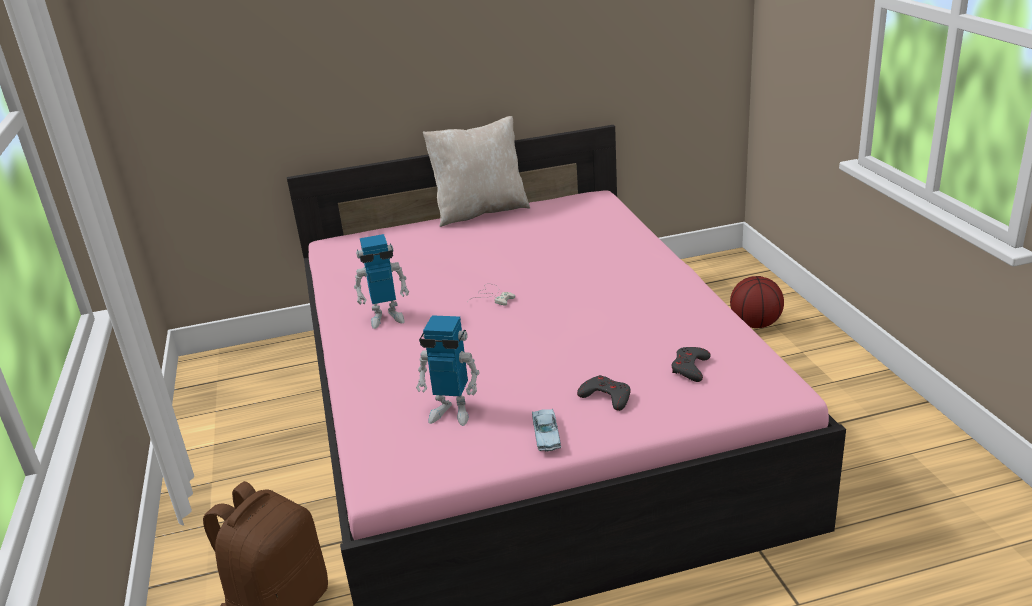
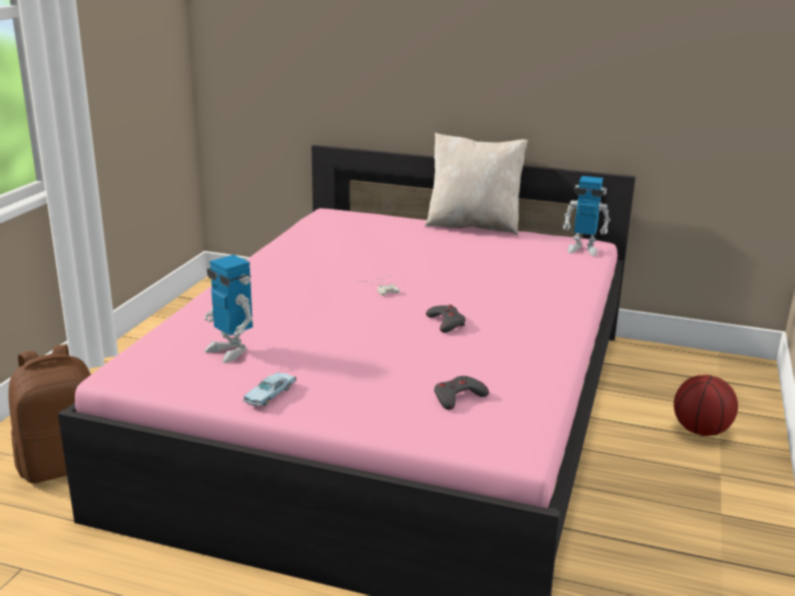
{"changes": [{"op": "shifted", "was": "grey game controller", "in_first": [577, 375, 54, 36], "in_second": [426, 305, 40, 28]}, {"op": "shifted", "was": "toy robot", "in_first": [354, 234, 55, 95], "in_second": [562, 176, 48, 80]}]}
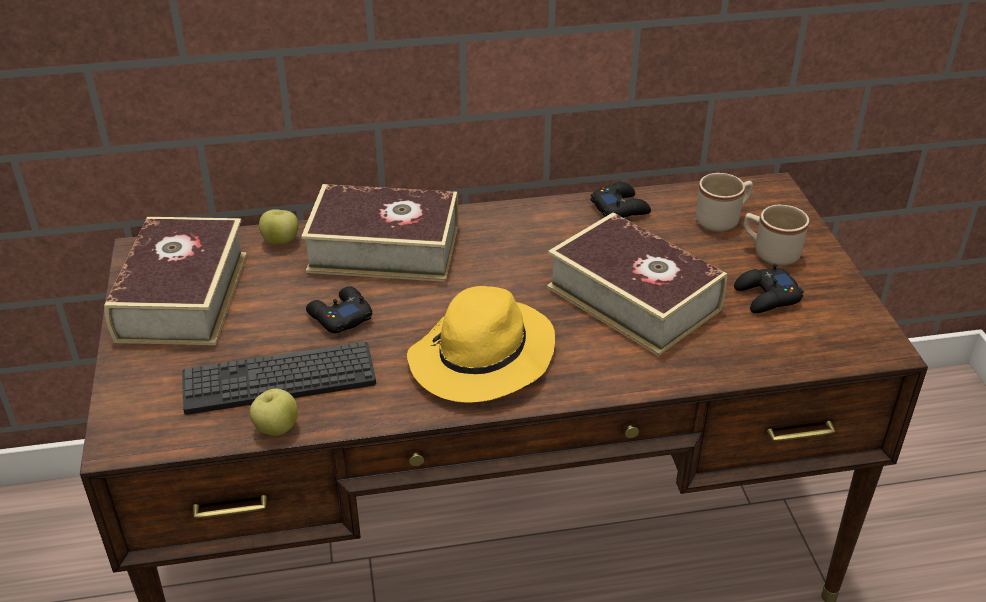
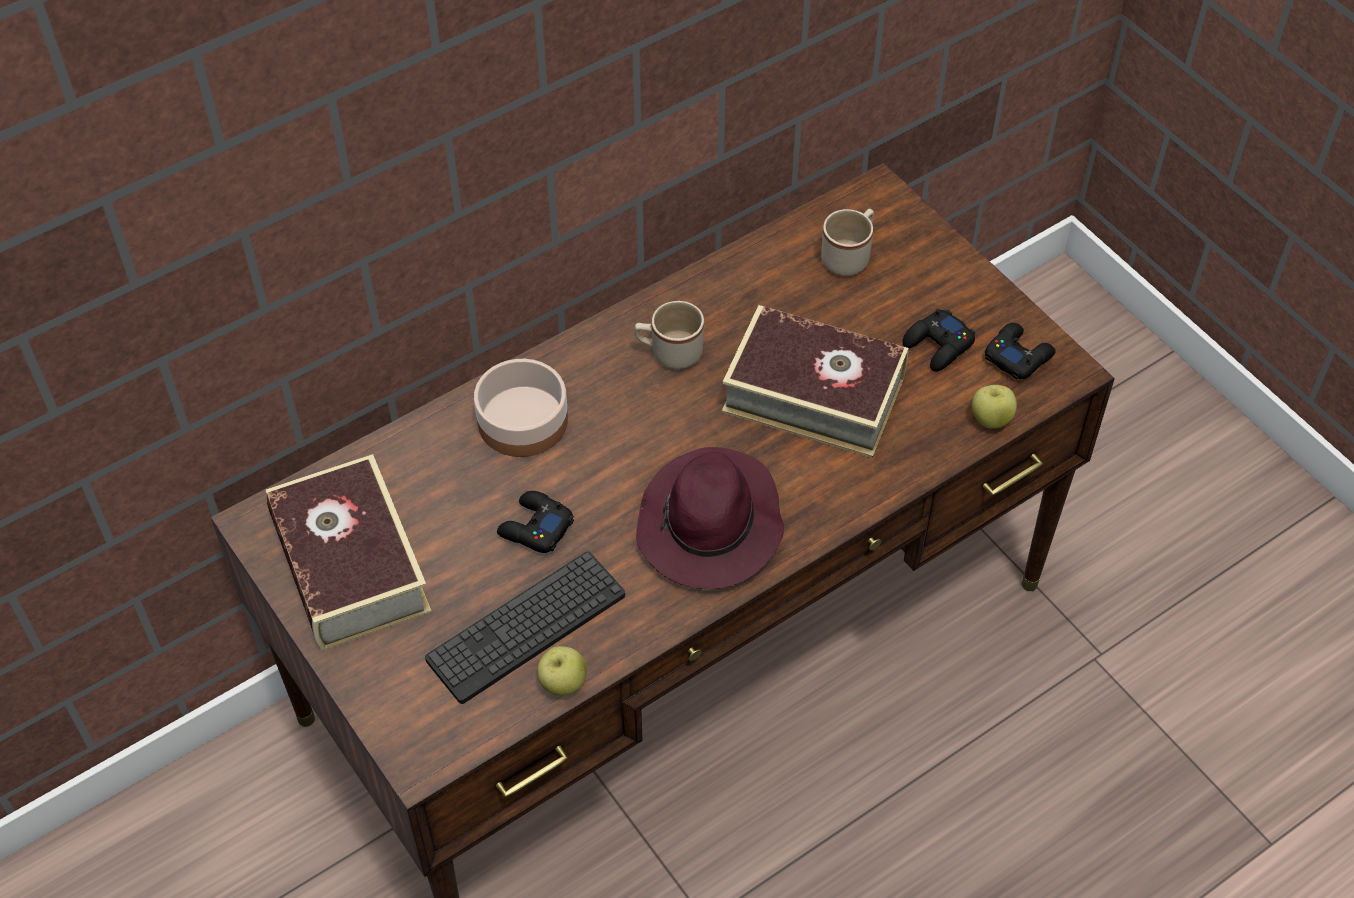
{"changes": [{"op": "swapped", "was": "book", "now": "bowl", "in_first": [301, 184, 157, 98], "in_second": [474, 359, 94, 98]}, {"op": "shifted", "was": "beige mug", "in_first": [744, 205, 65, 61], "in_second": [635, 301, 69, 68]}, {"op": "repainted", "was": "yellow hat", "now": "purple hat", "in_first": [407, 286, 148, 117], "in_second": [636, 447, 148, 142]}, {"op": "shifted", "was": "apple", "in_first": [259, 209, 40, 35], "in_second": [972, 385, 45, 43]}, {"op": "shifted", "was": "black game controller", "in_first": [590, 182, 61, 36], "in_second": [985, 323, 71, 56]}]}
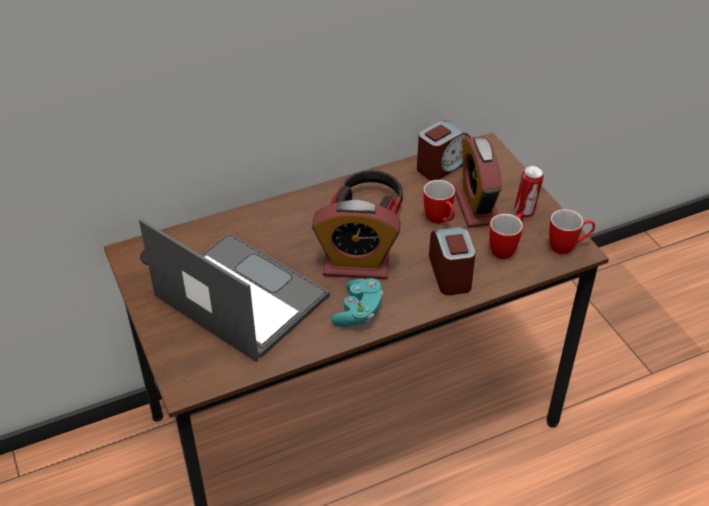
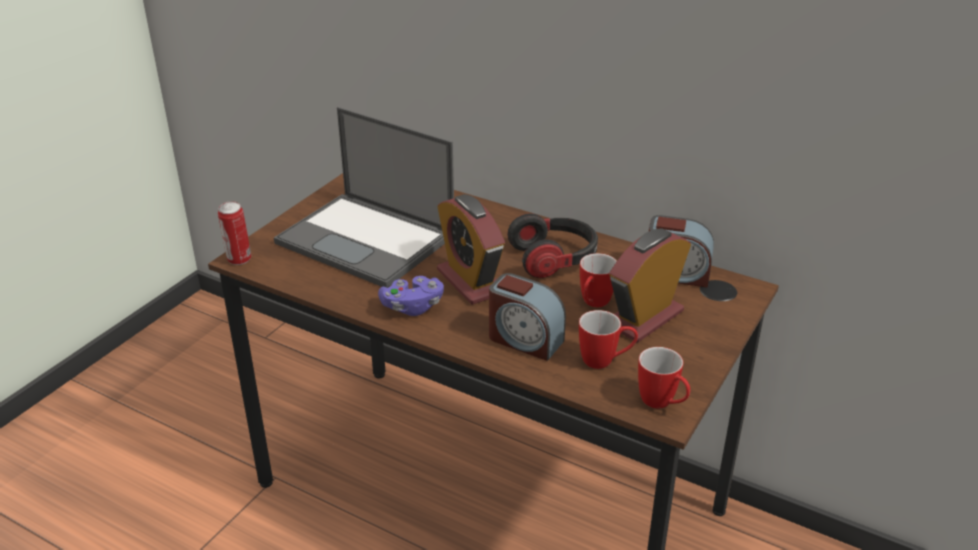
{"changes": [{"op": "shifted", "was": "can", "in_first": [514, 165, 30, 53], "in_second": [218, 201, 33, 64]}, {"op": "rotated", "was": "laptop", "in_first": [139, 218, 191, 144], "in_second": [274, 107, 180, 181], "clockwise": 120}, {"op": "repainted", "was": "turquoise game controller", "now": "purple game controller", "in_first": [331, 278, 52, 49], "in_second": [378, 276, 66, 40]}, {"op": "rotated", "was": "alarm clock", "in_first": [429, 227, 47, 68], "in_second": [489, 273, 77, 88], "clockwise": 75}]}
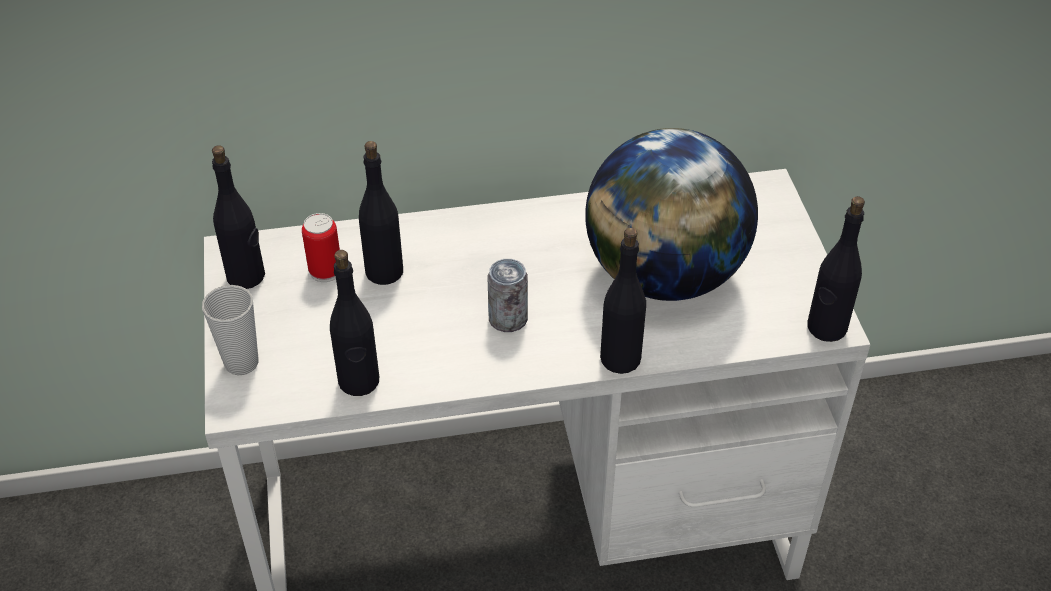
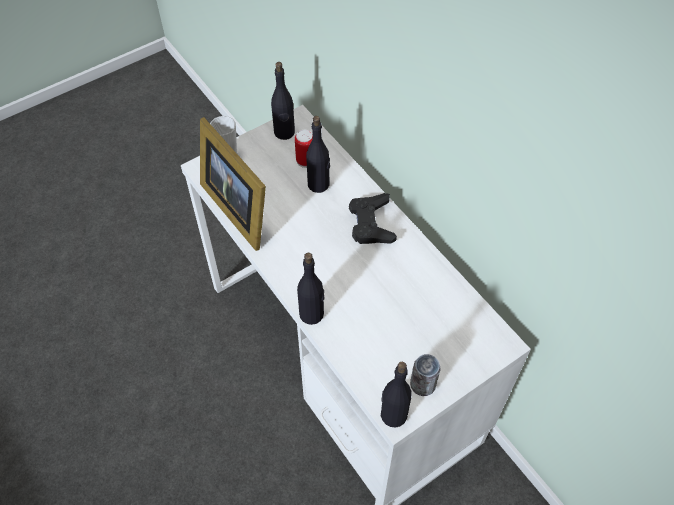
{"changes": [{"op": "swapped", "was": "black bottle", "now": "picture frame", "in_first": [330, 250, 49, 146], "in_second": [200, 117, 66, 134]}, {"op": "new", "now": "black game controller", "in_second": [349, 193, 48, 51]}, {"op": "shifted", "was": "can", "in_first": [488, 259, 40, 73], "in_second": [410, 354, 31, 42]}, {"op": "gone", "was": "globe", "in_first": [585, 128, 173, 173]}]}
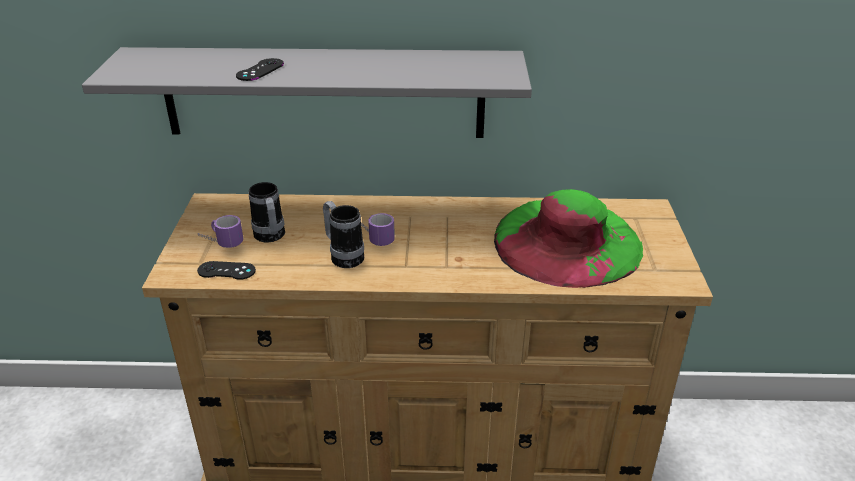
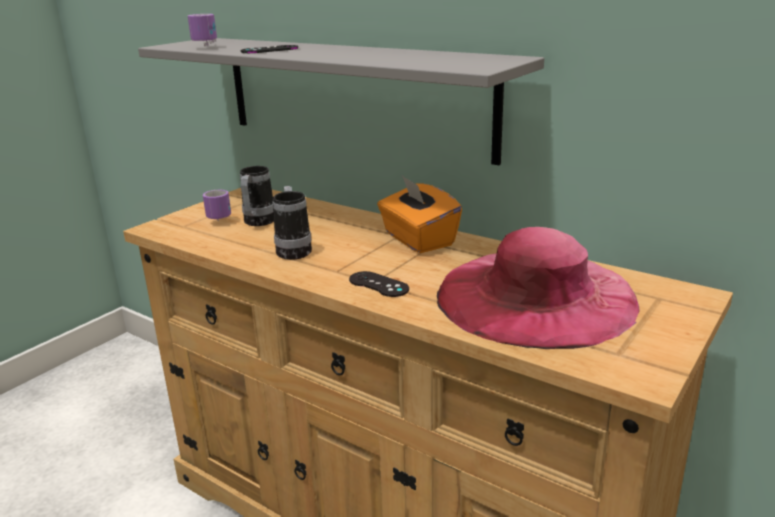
{"changes": [{"op": "shifted", "was": "mug", "in_first": [361, 213, 34, 33], "in_second": [188, 14, 29, 33]}, {"op": "shifted", "was": "black game controller", "in_first": [197, 261, 59, 19], "in_second": [349, 271, 60, 26]}, {"op": "new", "now": "orange tissue box", "in_second": [377, 175, 85, 78]}, {"op": "repainted", "was": "green hat", "now": "pink hat", "in_first": [494, 189, 149, 99], "in_second": [437, 227, 203, 122]}]}
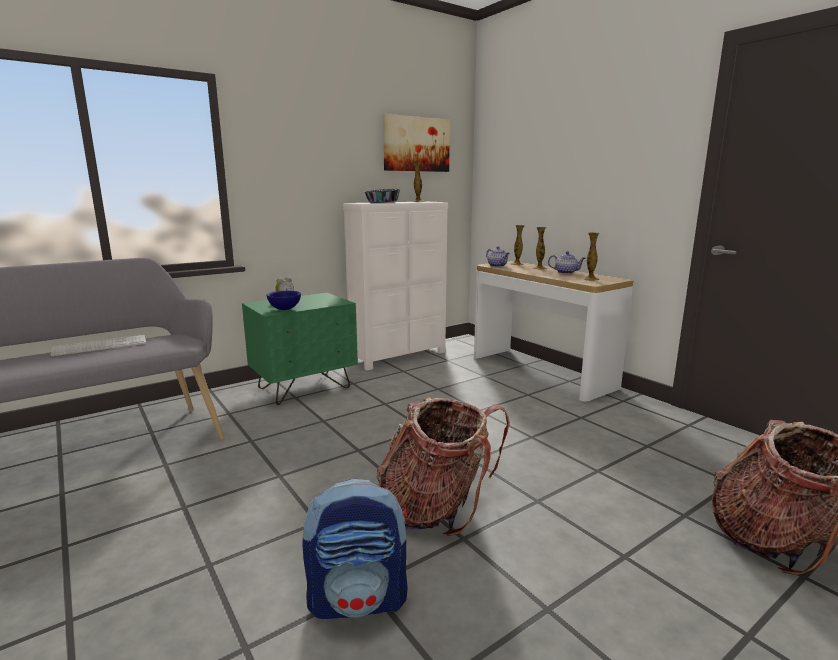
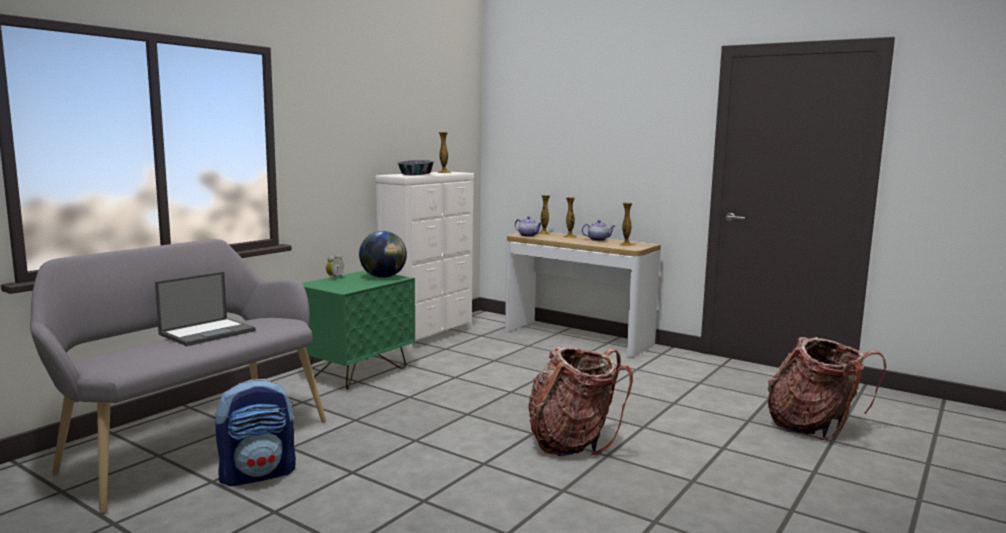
{"changes": [{"op": "swapped", "was": "keyboard", "now": "laptop", "in_first": [51, 335, 95, 21], "in_second": [155, 272, 101, 74]}, {"op": "shifted", "was": "backpack", "in_first": [302, 478, 106, 141], "in_second": [215, 379, 81, 107]}, {"op": "new", "now": "globe", "in_second": [359, 231, 48, 47]}, {"op": "gone", "was": "blue bowl", "in_first": [266, 290, 35, 20]}, {"op": "gone", "was": "picture", "in_first": [383, 114, 67, 58]}]}
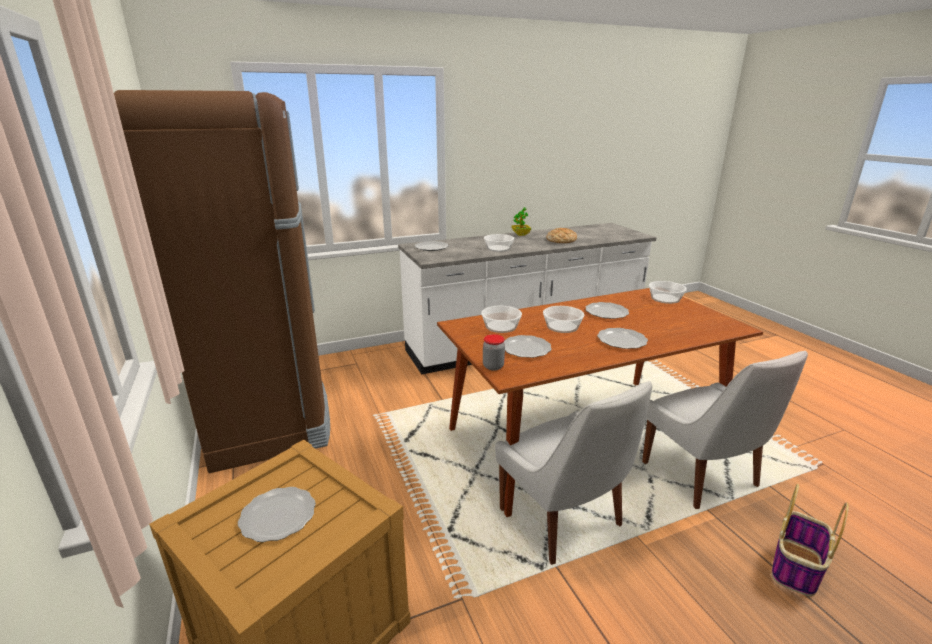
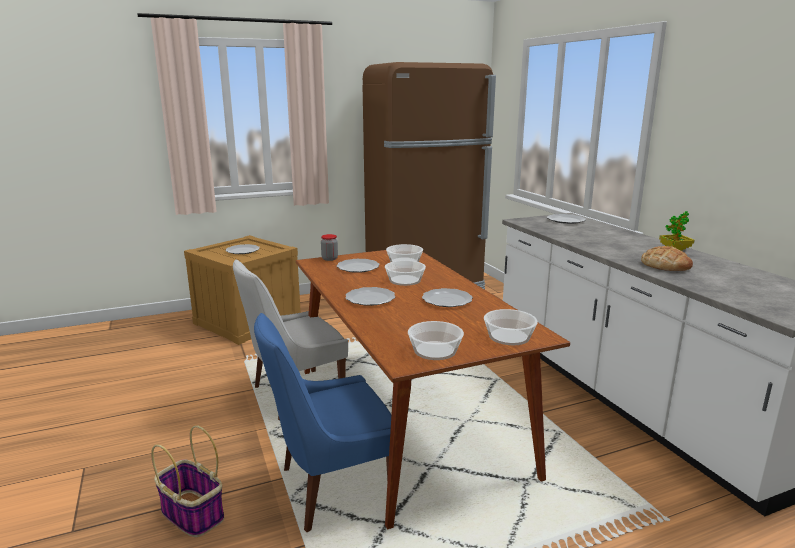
{"changes": [{"op": "repainted", "was": "white chair", "now": "blue chair", "in_first": [642, 351, 166, 158], "in_second": [254, 313, 137, 219]}, {"op": "shifted", "was": "bowl", "in_first": [484, 234, 30, 18], "in_second": [408, 321, 56, 39]}]}
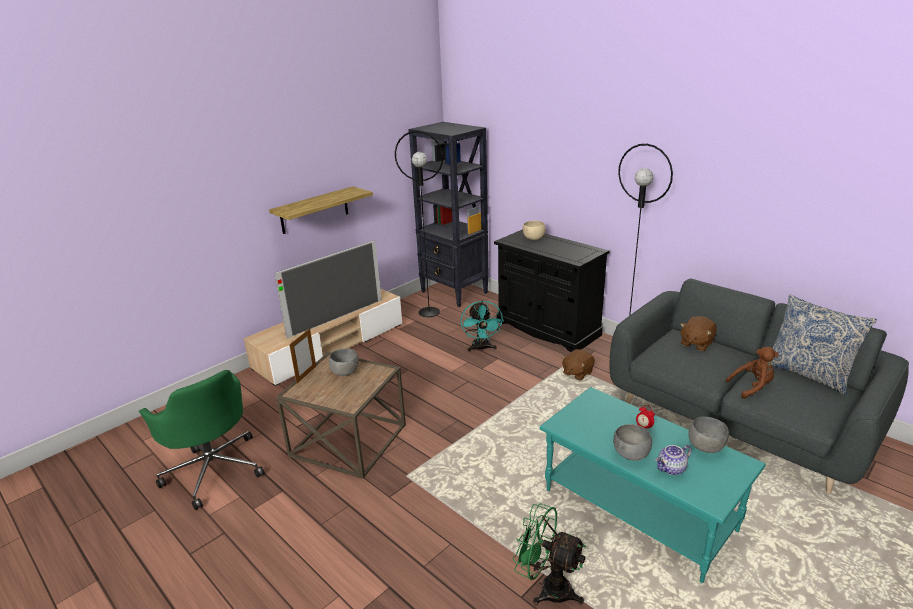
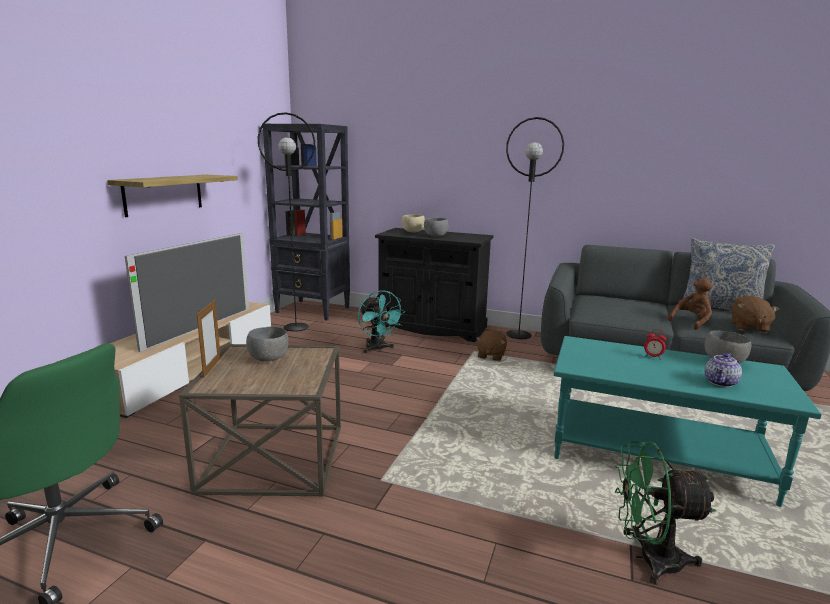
{"changes": [{"op": "shifted", "was": "grey bowl", "in_first": [613, 424, 39, 37], "in_second": [424, 218, 25, 19]}, {"op": "shifted", "was": "brown plush toy", "in_first": [680, 316, 37, 35], "in_second": [732, 296, 47, 37]}]}
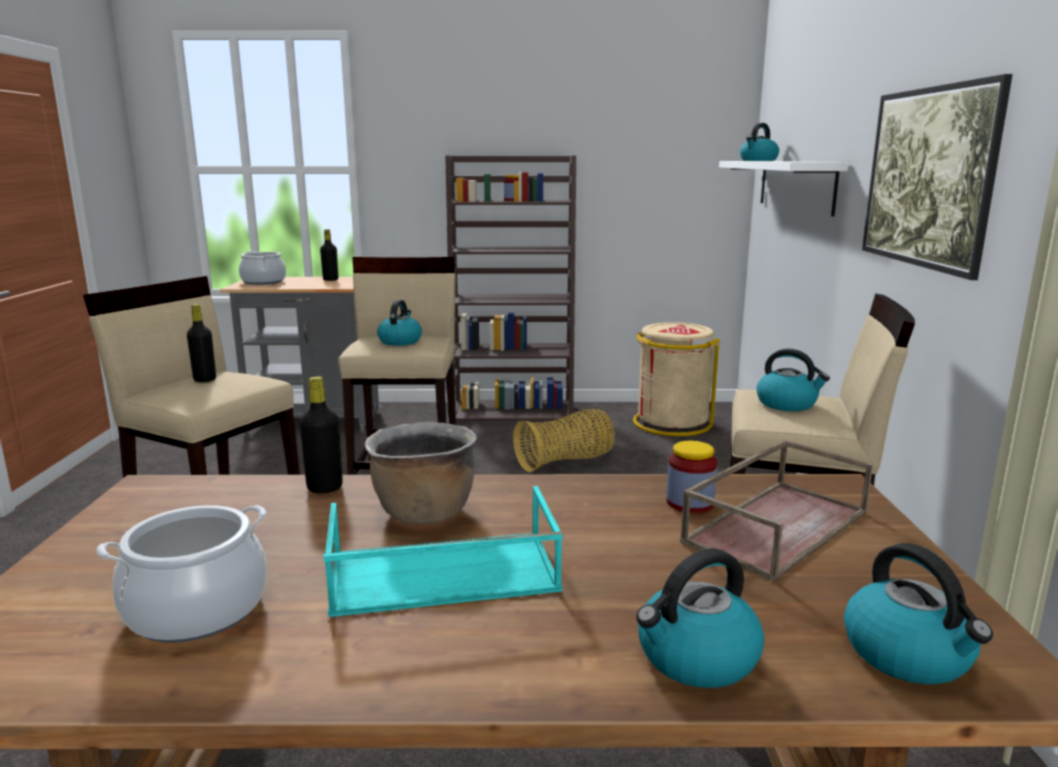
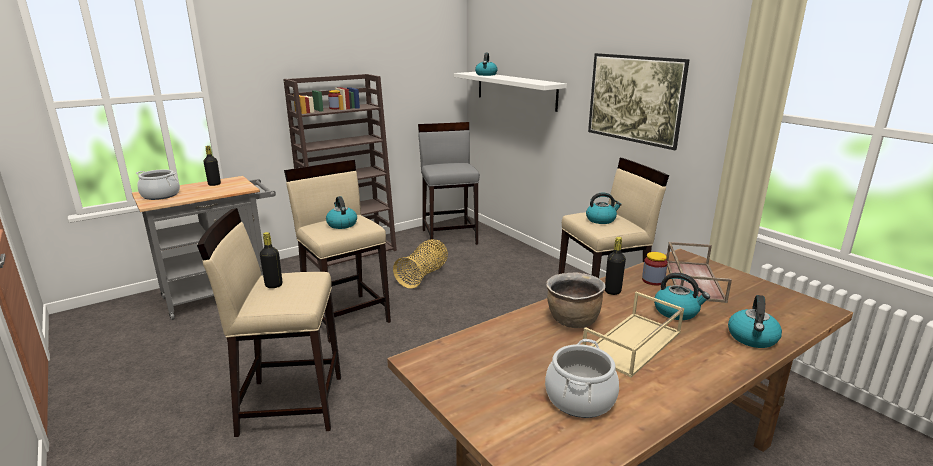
{"changes": [{"op": "swapped", "was": "beige trash can", "now": "grey stool", "in_first": [633, 322, 87, 114], "in_second": [418, 122, 62, 123]}, {"op": "repainted", "was": "turquoise tray", "now": "beige tray", "in_first": [323, 486, 240, 131], "in_second": [582, 292, 102, 86]}, {"op": "shifted", "was": "black bottle", "in_first": [300, 376, 43, 117], "in_second": [605, 237, 21, 58]}, {"op": "shifted", "was": "kettle", "in_first": [844, 543, 149, 141], "in_second": [654, 273, 56, 47]}]}
